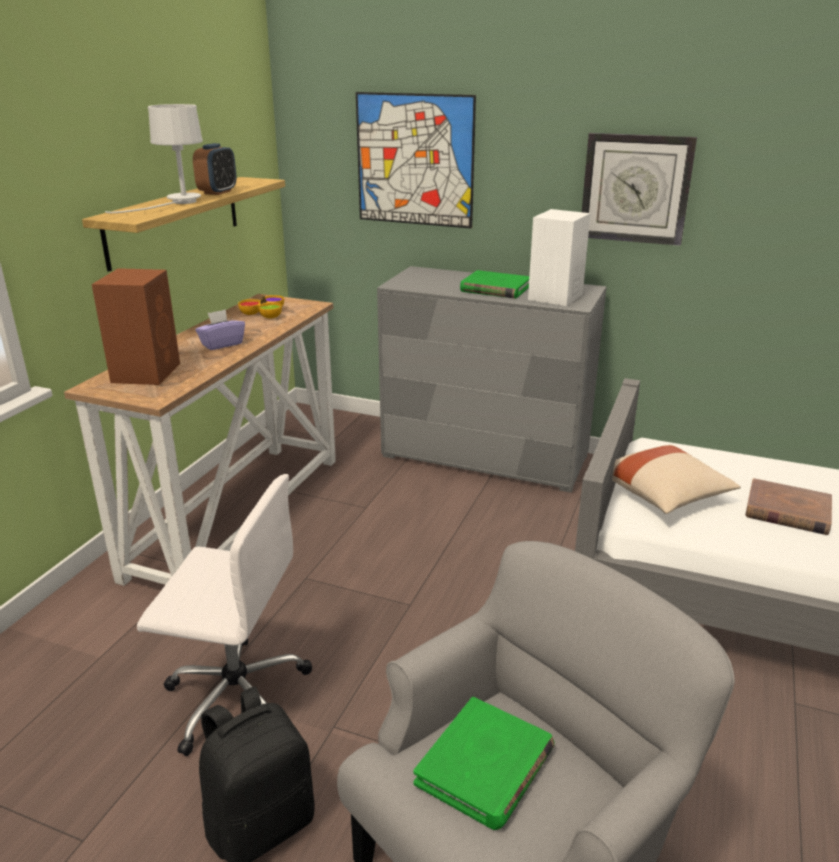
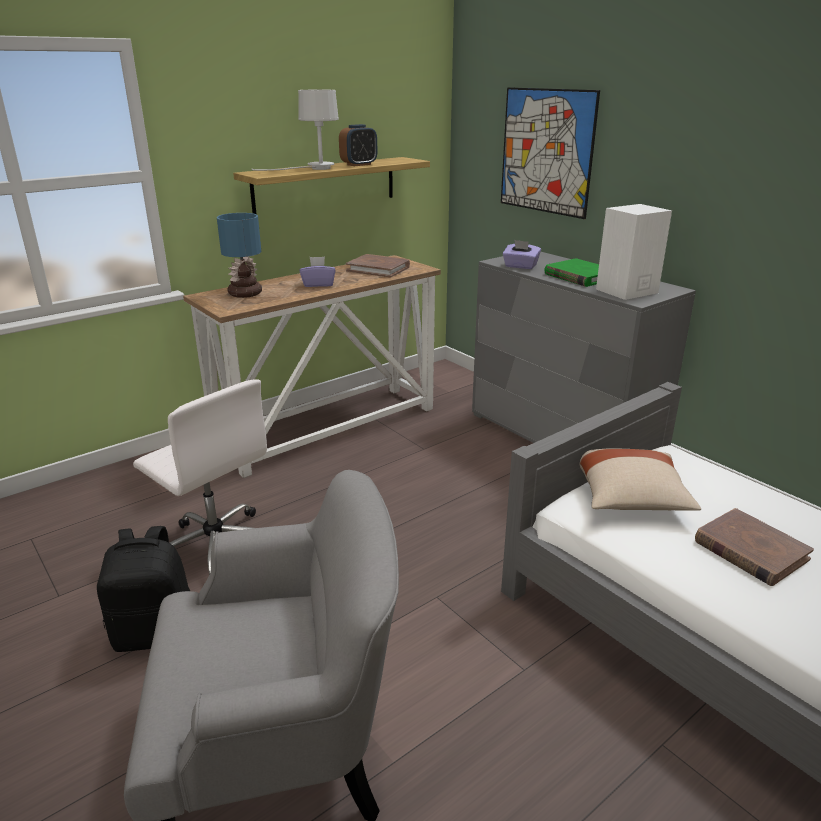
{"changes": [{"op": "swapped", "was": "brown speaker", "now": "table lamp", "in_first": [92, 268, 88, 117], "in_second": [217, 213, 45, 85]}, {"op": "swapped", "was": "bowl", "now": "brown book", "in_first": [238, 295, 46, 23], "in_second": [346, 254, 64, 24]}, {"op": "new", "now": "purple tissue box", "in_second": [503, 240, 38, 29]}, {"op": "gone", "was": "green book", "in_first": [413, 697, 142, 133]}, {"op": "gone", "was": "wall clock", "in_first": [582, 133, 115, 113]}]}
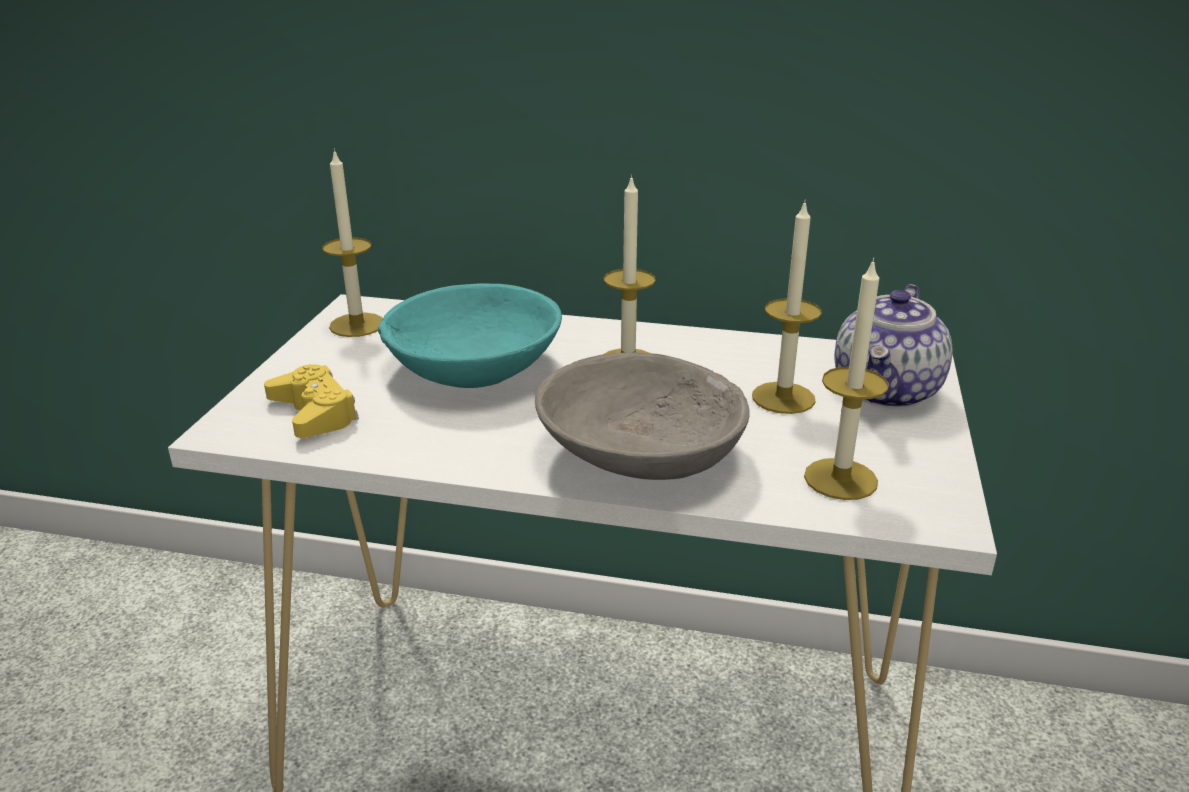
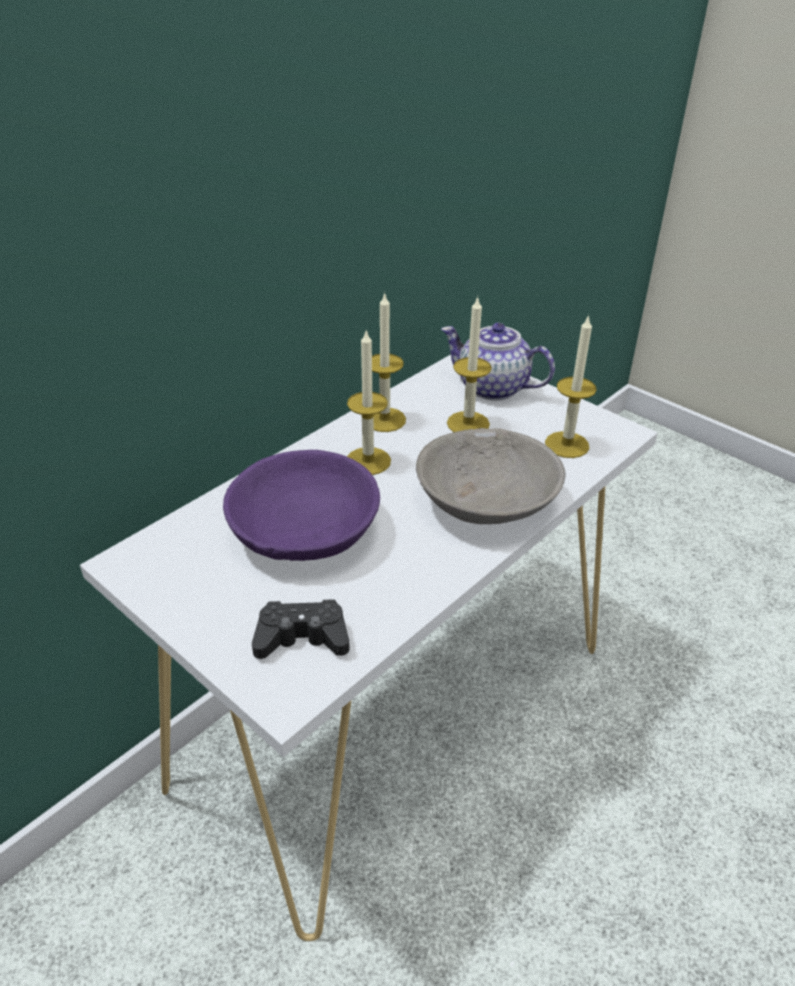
{"changes": [{"op": "repainted", "was": "turquoise bowl", "now": "purple bowl", "in_first": [378, 284, 184, 104], "in_second": [223, 450, 157, 111]}, {"op": "repainted", "was": "yellow game controller", "now": "black game controller", "in_first": [264, 364, 95, 74], "in_second": [252, 599, 98, 60]}, {"op": "shifted", "was": "candle", "in_first": [322, 149, 61, 188], "in_second": [372, 292, 34, 140]}, {"op": "rotated", "was": "teapot", "in_first": [834, 284, 118, 125], "in_second": [441, 323, 114, 78], "clockwise": 150}]}
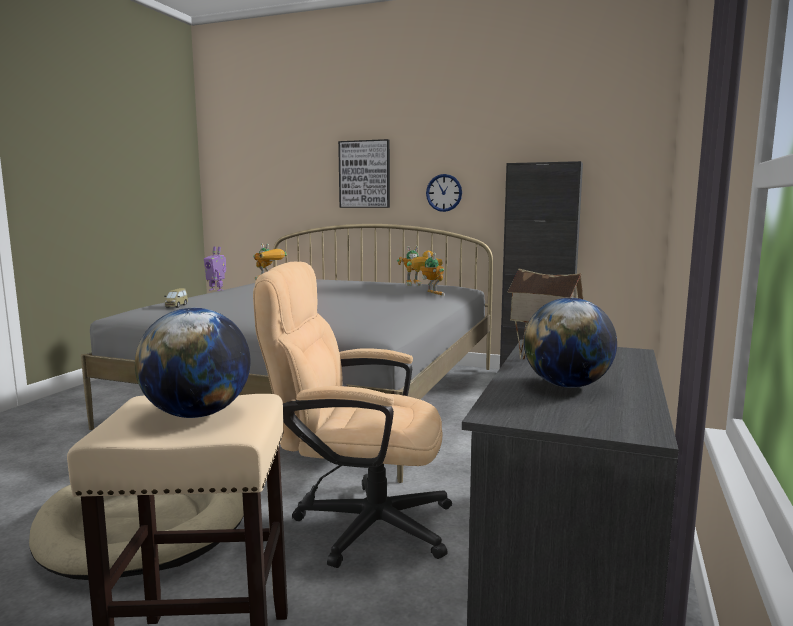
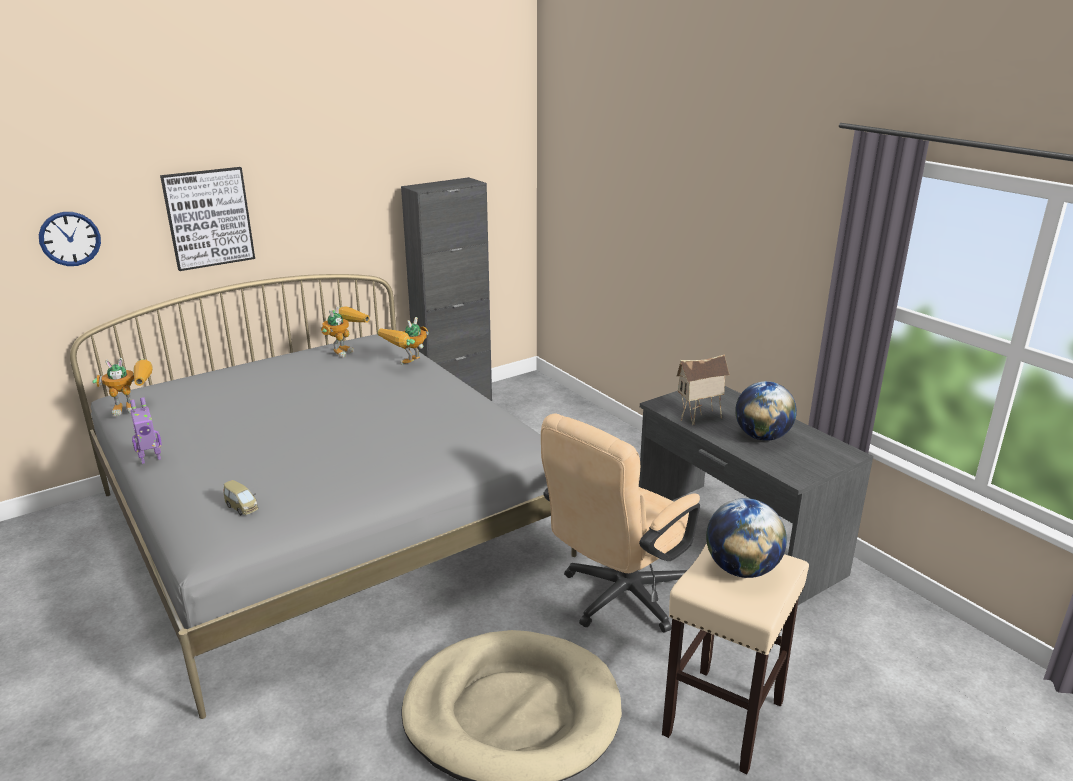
{"changes": [{"op": "shifted", "was": "wall clock", "in_first": [426, 174, 36, 38], "in_second": [39, 212, 62, 54]}, {"op": "rotated", "was": "toy robot", "in_first": [407, 252, 38, 44], "in_second": [377, 317, 52, 48], "clockwise": -60}]}
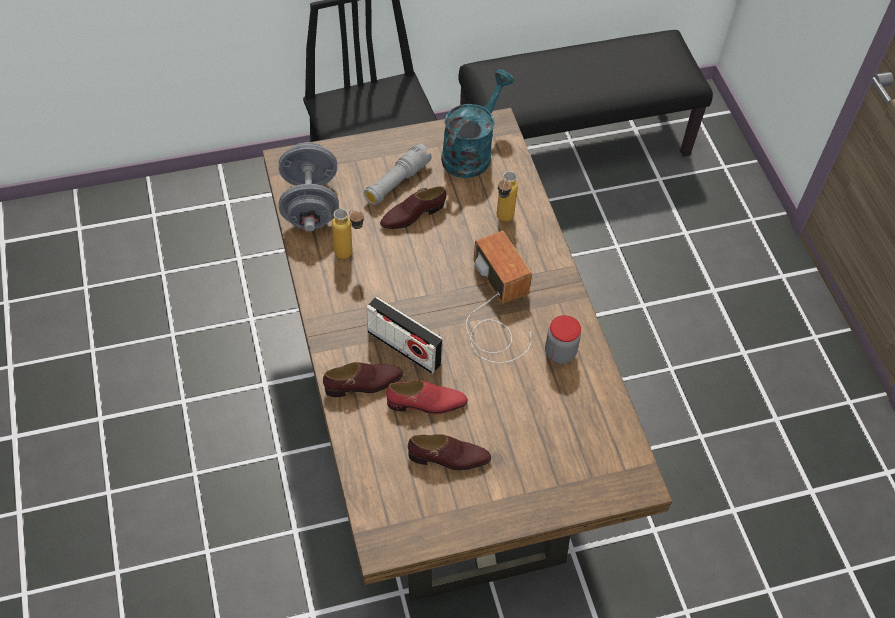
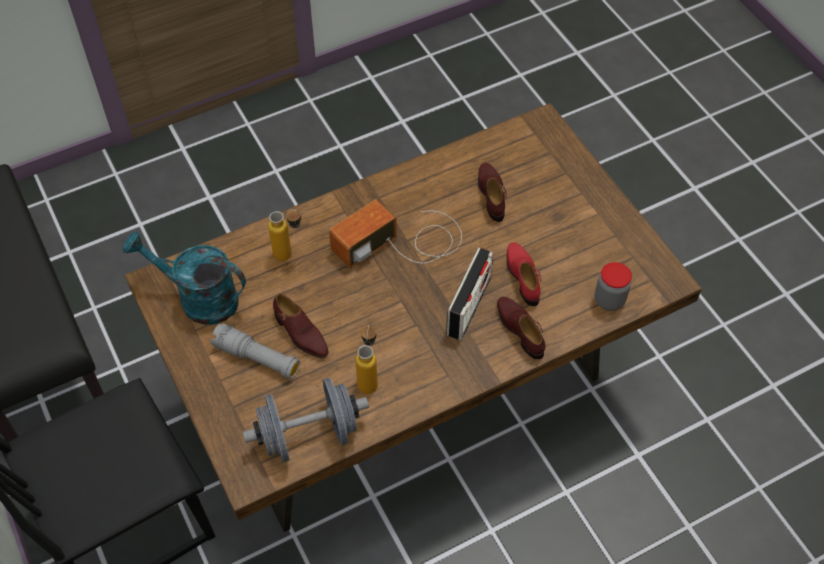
{"changes": [{"op": "shifted", "was": "brown shoe", "in_first": [408, 434, 83, 37], "in_second": [478, 163, 29, 59]}, {"op": "shifted", "was": "jar", "in_first": [545, 315, 36, 49], "in_second": [595, 262, 37, 49]}]}
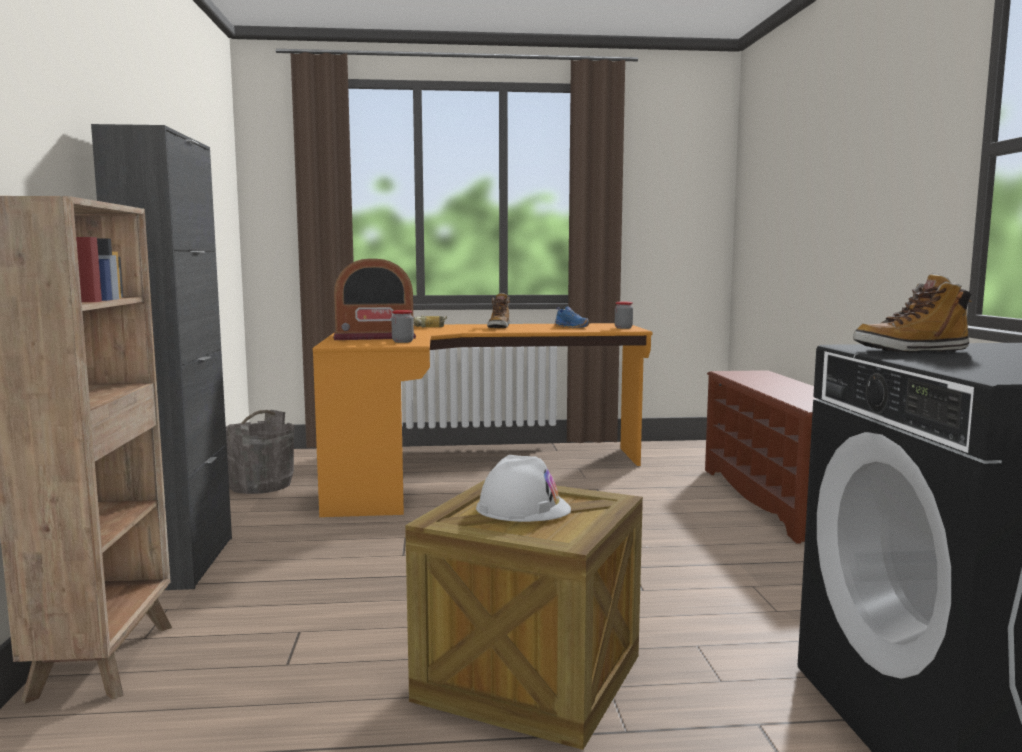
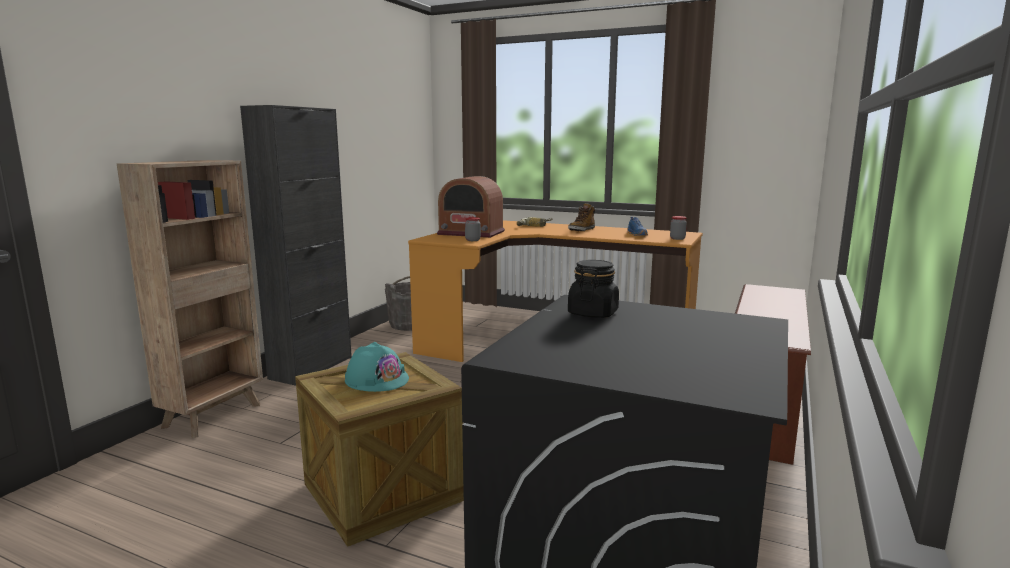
{"changes": [{"op": "repainted", "was": "white hard hat", "now": "turquoise hard hat", "in_first": [476, 455, 95, 67], "in_second": [345, 342, 64, 50]}, {"op": "swapped", "was": "boot", "now": "black jar", "in_first": [853, 273, 119, 80], "in_second": [568, 260, 51, 58]}]}
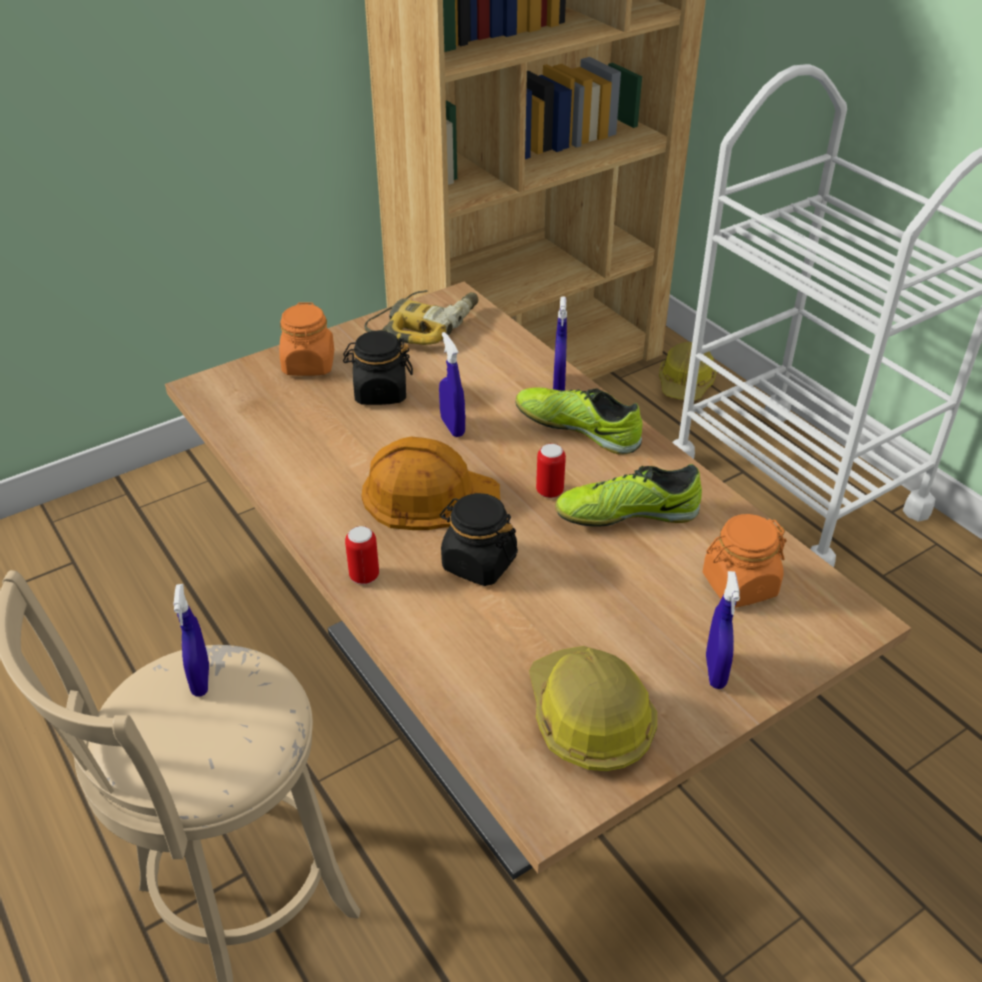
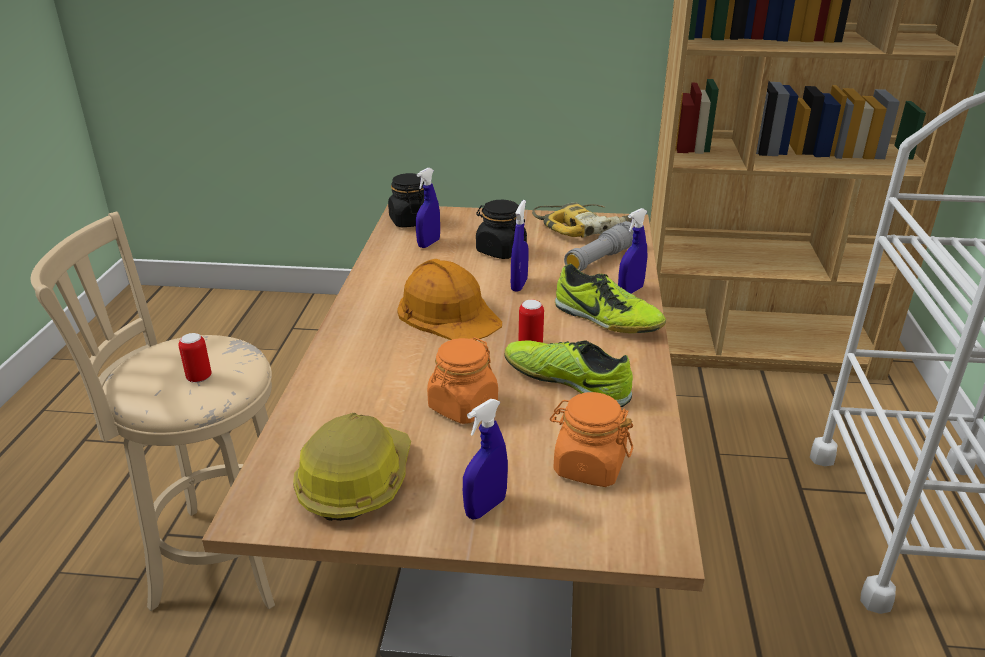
{"changes": [{"op": "shifted", "was": "can", "in_first": [345, 526, 34, 59], "in_second": [179, 333, 33, 50]}, {"op": "shifted", "was": "black jar", "in_first": [440, 493, 78, 93], "in_second": [388, 173, 37, 54]}, {"op": "shifted", "was": "blue spray bottle", "in_first": [173, 584, 36, 113], "in_second": [416, 168, 24, 80]}, {"op": "shifted", "was": "orange jar", "in_first": [279, 303, 55, 73], "in_second": [427, 337, 71, 87]}, {"op": "rotated", "was": "shoe", "in_first": [515, 387, 128, 68], "in_second": [555, 264, 111, 69], "clockwise": 150}, {"op": "new", "now": "grey flashlight", "in_second": [564, 221, 70, 50]}, {"op": "gone", "was": "hard hat", "in_first": [659, 342, 58, 59]}]}
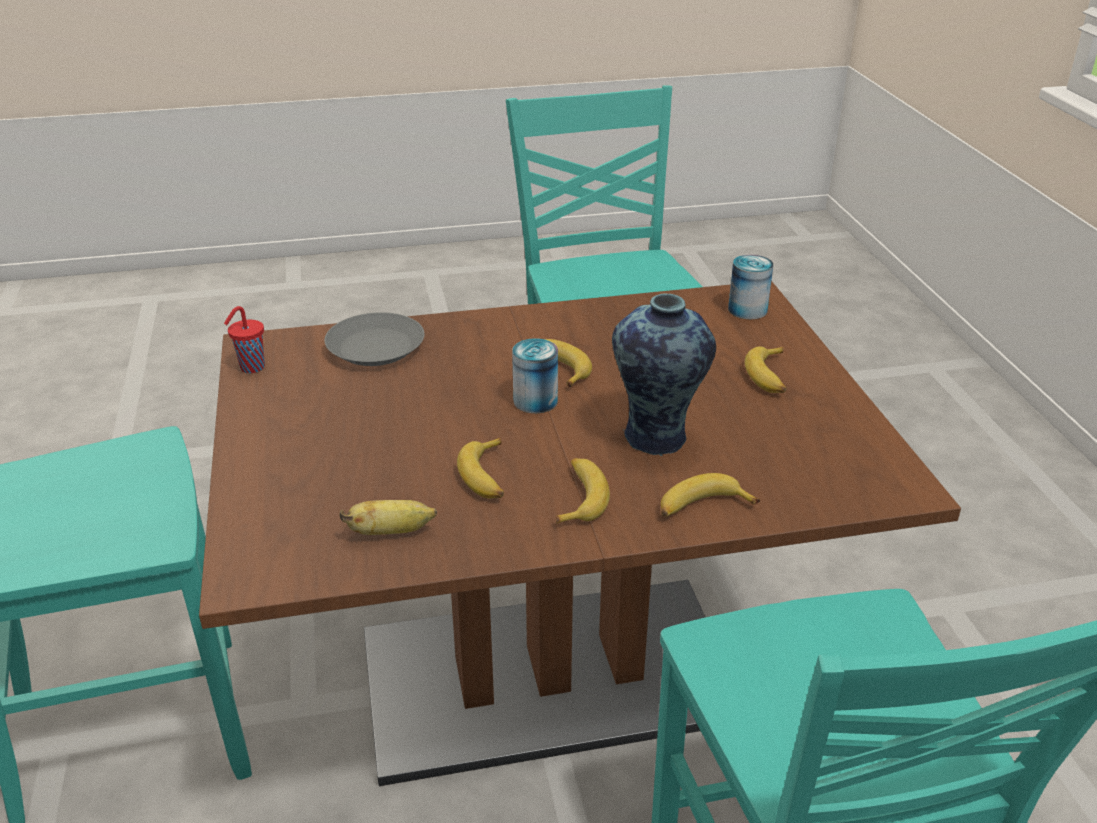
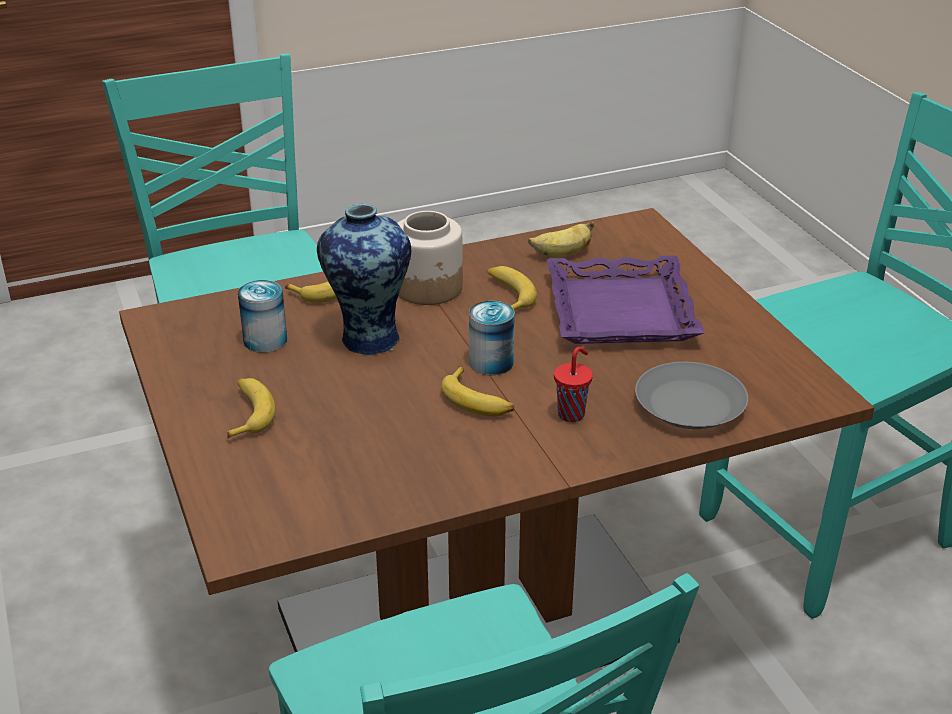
{"changes": [{"op": "shifted", "was": "can", "in_first": [728, 254, 45, 65], "in_second": [238, 280, 49, 73]}, {"op": "swapped", "was": "banana", "now": "jar", "in_first": [556, 458, 54, 66], "in_second": [397, 211, 66, 94]}, {"op": "new", "now": "purple tray", "in_second": [547, 255, 158, 89]}, {"op": "shifted", "was": "red cup", "in_first": [224, 306, 41, 67], "in_second": [554, 347, 39, 75]}]}
